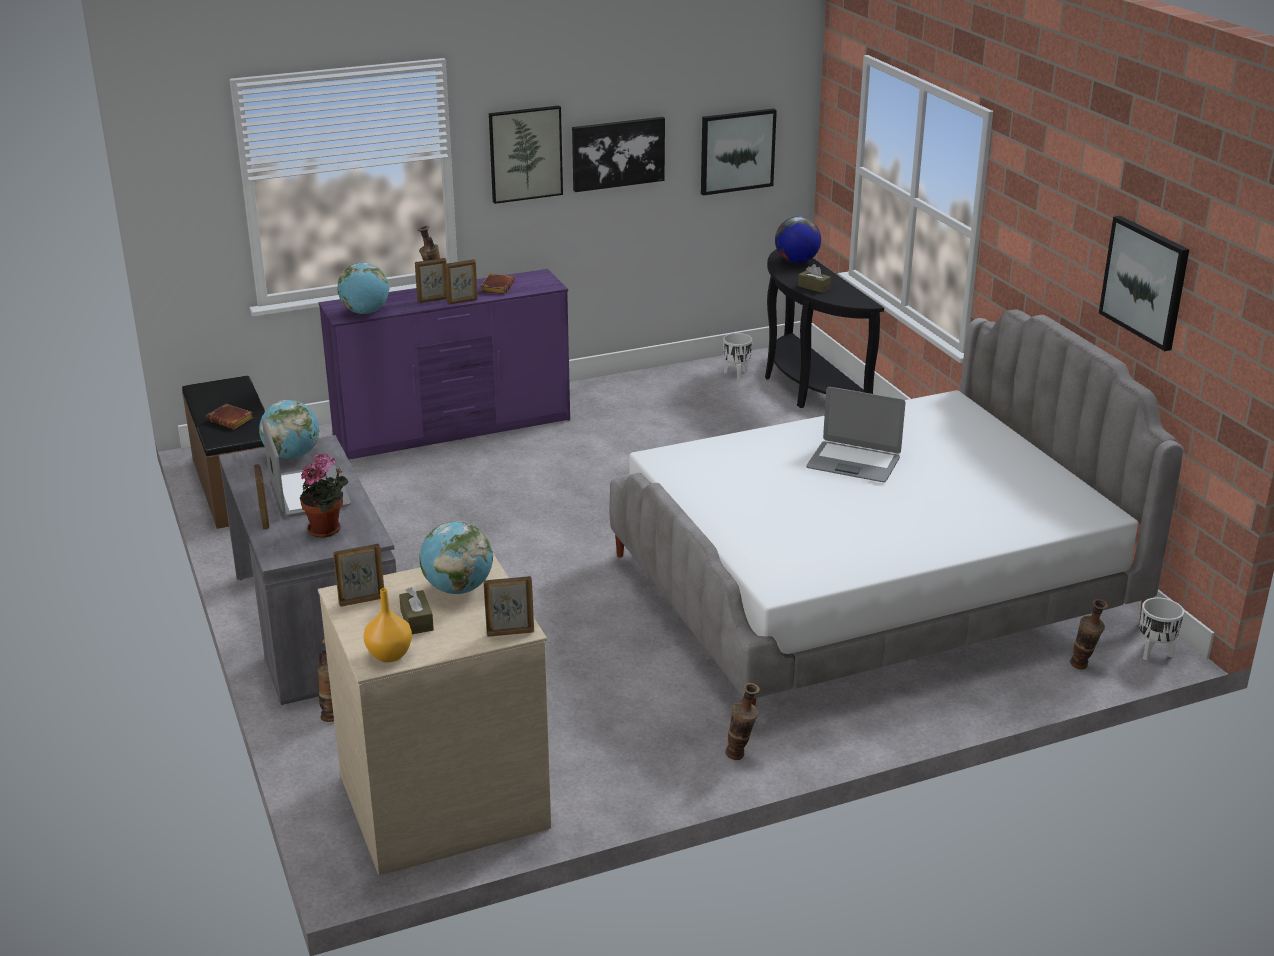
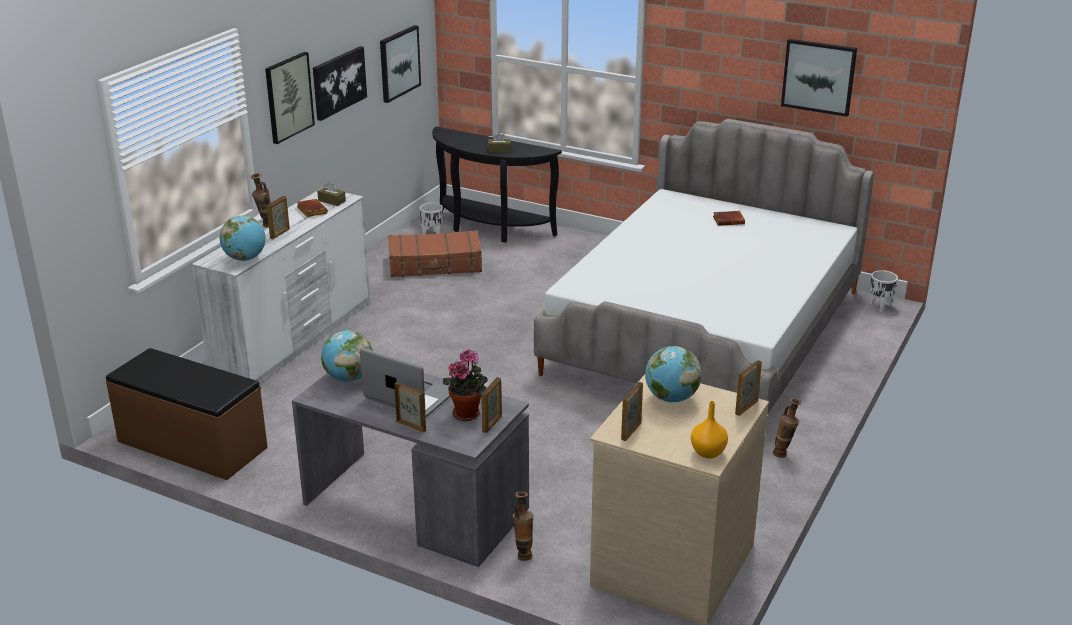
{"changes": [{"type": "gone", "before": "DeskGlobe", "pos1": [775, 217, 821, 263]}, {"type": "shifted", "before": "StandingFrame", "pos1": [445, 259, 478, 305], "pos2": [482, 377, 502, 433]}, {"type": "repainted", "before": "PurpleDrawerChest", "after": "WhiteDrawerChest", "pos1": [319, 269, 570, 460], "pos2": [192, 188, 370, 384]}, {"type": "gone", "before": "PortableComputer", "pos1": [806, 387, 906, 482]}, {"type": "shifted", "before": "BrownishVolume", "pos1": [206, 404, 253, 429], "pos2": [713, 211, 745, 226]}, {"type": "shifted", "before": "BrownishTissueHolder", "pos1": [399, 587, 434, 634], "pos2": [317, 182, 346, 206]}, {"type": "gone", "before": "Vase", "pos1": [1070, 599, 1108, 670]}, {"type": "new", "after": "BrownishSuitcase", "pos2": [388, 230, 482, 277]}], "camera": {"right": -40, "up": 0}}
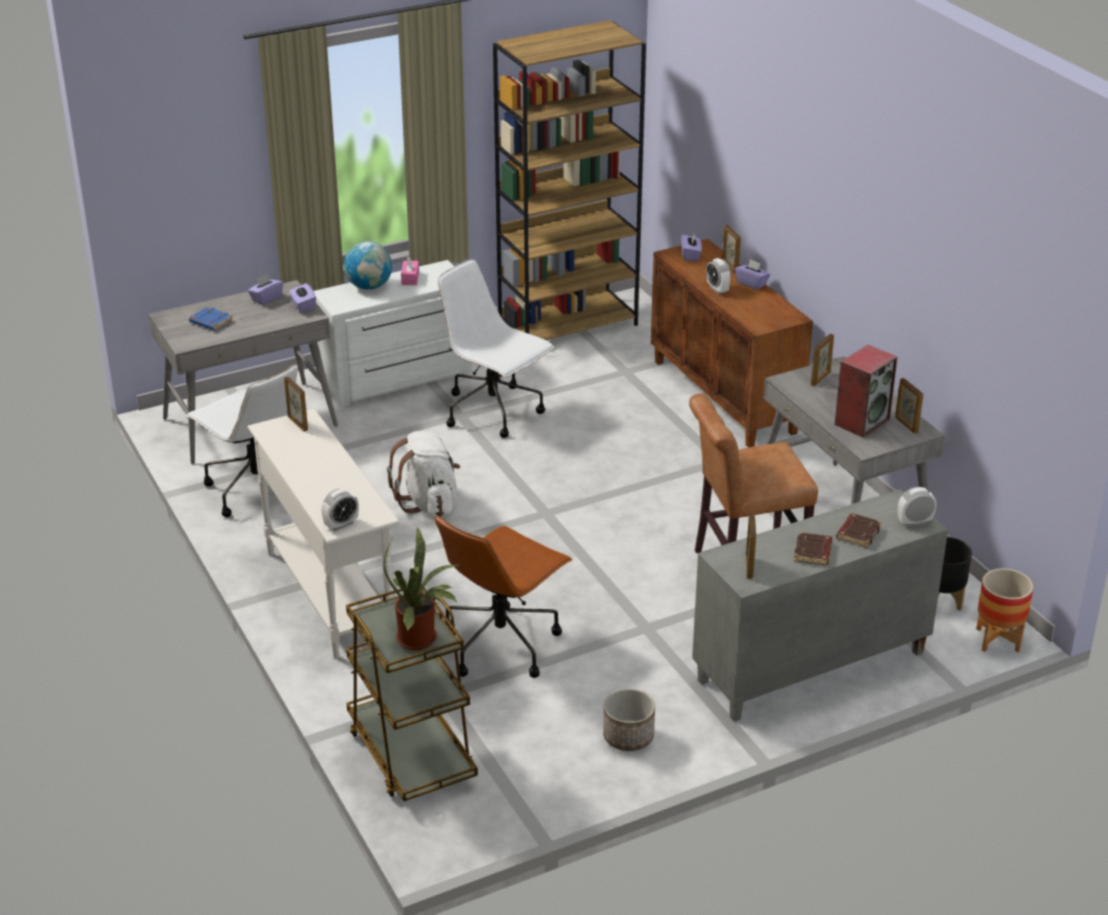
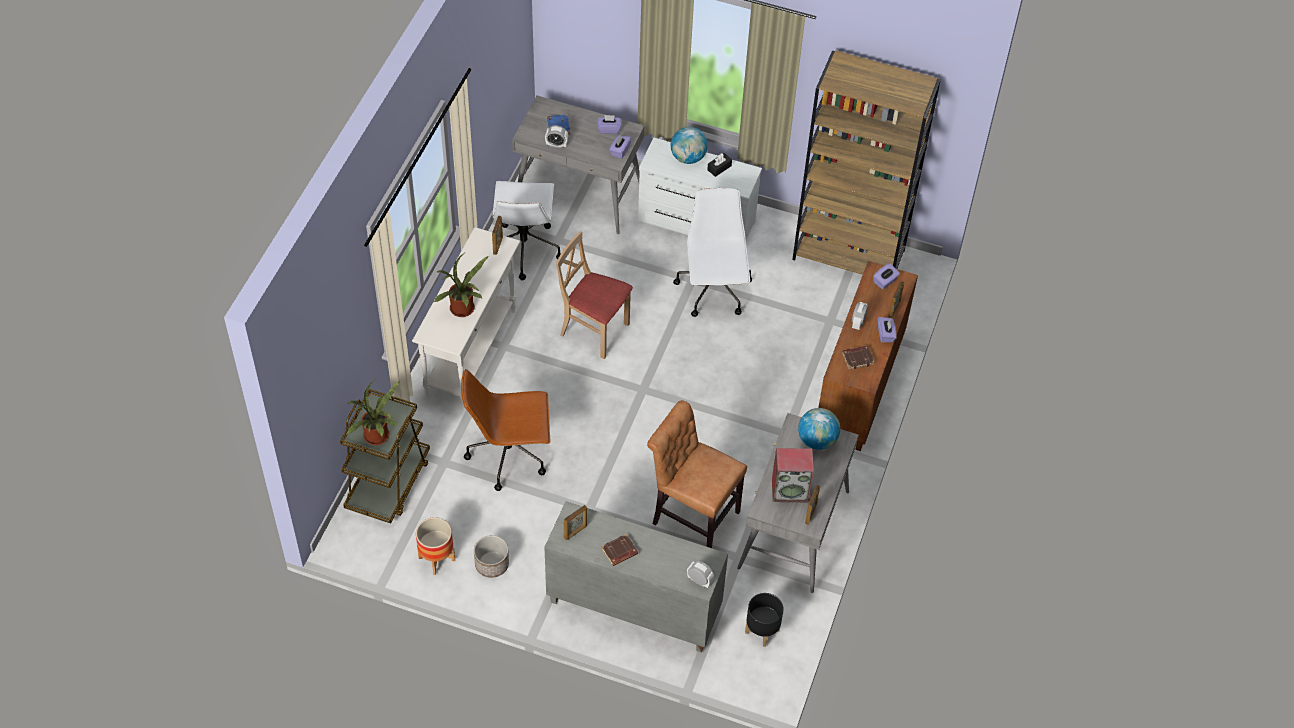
{"changes": [{"type": "repainted", "before": "PinkTissueHolder", "after": "BlackColouredTissueHolder", "pos1": [401, 256, 419, 285], "pos2": [707, 153, 732, 177]}, {"type": "swapped", "before": "StandingFrame", "after": "DeskGlobe", "pos1": [811, 334, 834, 386], "pos2": [798, 408, 840, 450]}, {"type": "swapped", "before": "WhiteRucksack", "after": "BeigeColouredPlainChair", "pos1": [387, 430, 460, 517], "pos2": [556, 231, 633, 359]}, {"type": "shifted", "before": "AlarmClock", "pos1": [322, 489, 359, 531], "pos2": [545, 125, 568, 148]}, {"type": "shifted", "before": "BrownishVolume", "pos1": [836, 513, 882, 548], "pos2": [842, 345, 875, 370]}, {"type": "shifted", "before": "PlantPot", "pos1": [976, 568, 1033, 653], "pos2": [416, 517, 455, 575]}, {"type": "new", "after": "PottedPlant", "pos2": [433, 251, 488, 317]}], "camera": {"right": 45, "up": 20}}
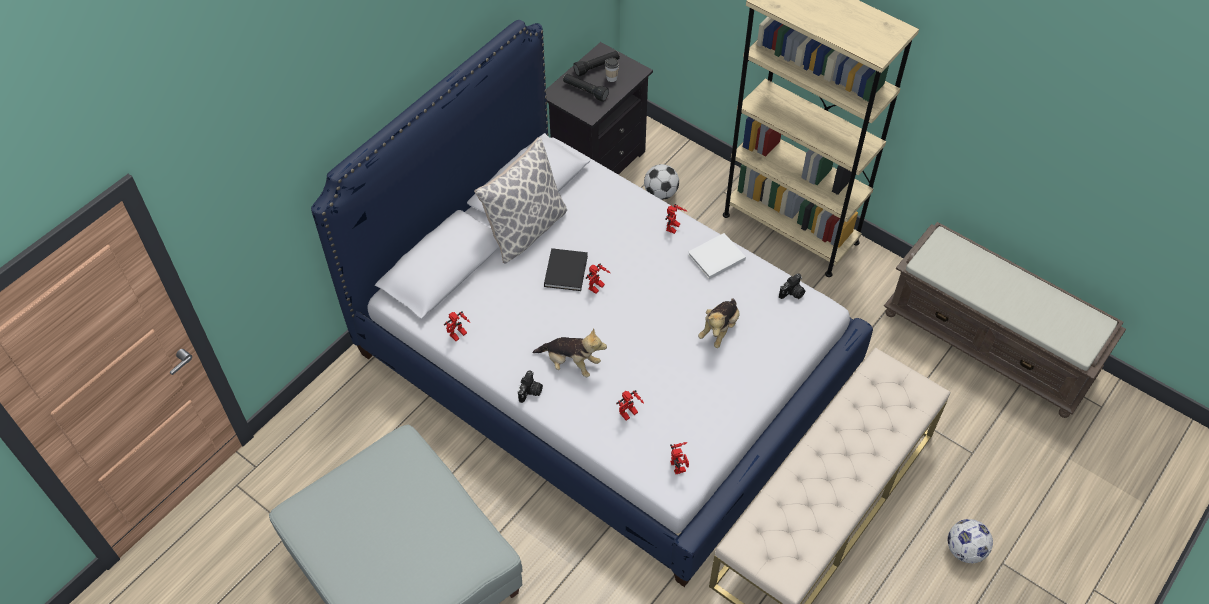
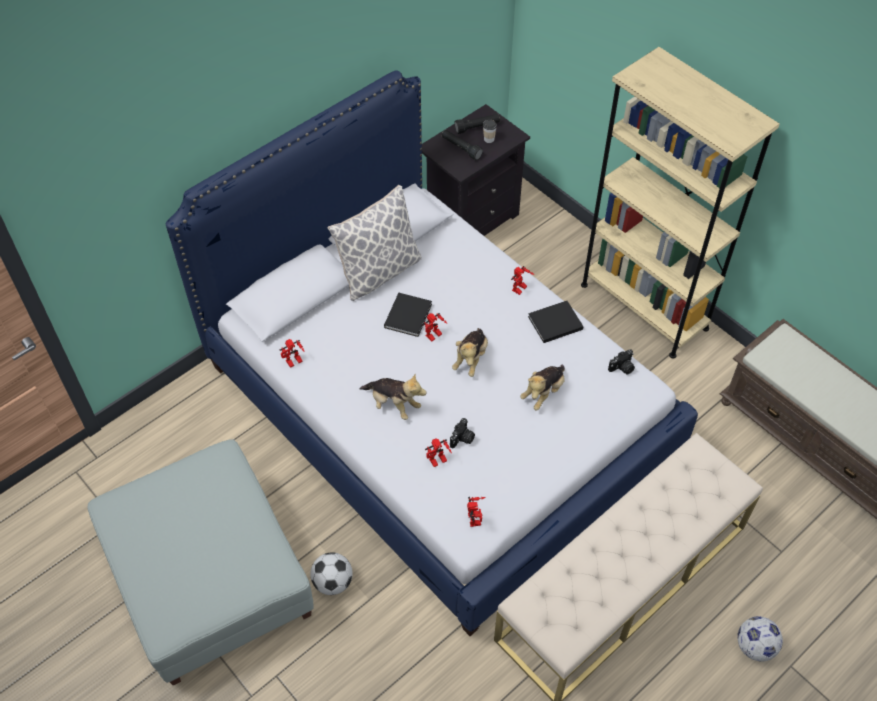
{"changes": [{"type": "shifted", "before": "BallForFootball", "pos1": [644, 164, 679, 200], "pos2": [310, 552, 353, 595]}, {"type": "repainted", "before": "WhiteVolume", "after": "BlackColouredVolume", "pos1": [688, 233, 746, 279], "pos2": [528, 301, 584, 343]}, {"type": "shifted", "before": "PhotoCamera", "pos1": [518, 370, 543, 403], "pos2": [450, 418, 475, 448]}, {"type": "new", "after": "PlushToy", "pos2": [452, 328, 488, 377]}], "camera": {"right": 10, "up": 0}}
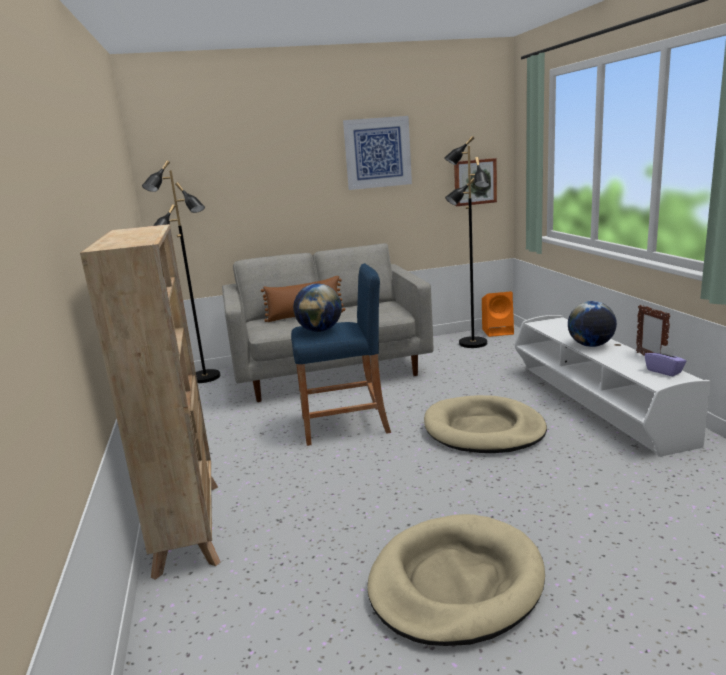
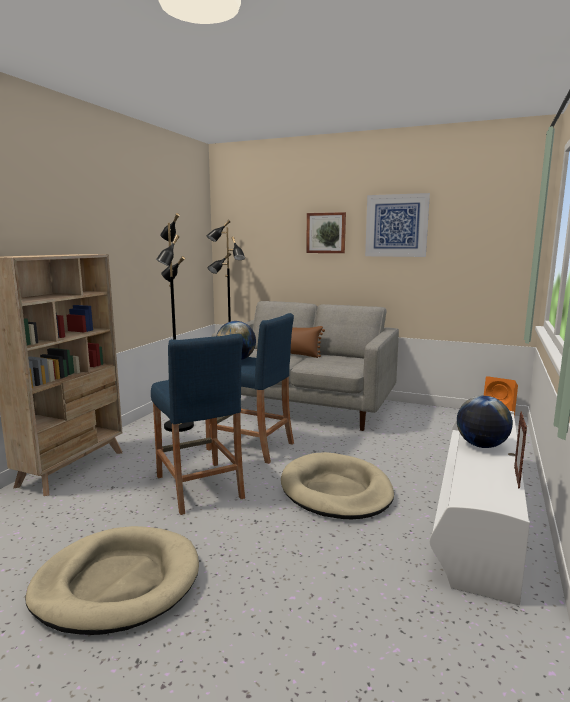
{"changes": [{"type": "shifted", "before": "BlackColouredStandingLamp", "pos1": [444, 136, 489, 348], "pos2": [156, 213, 194, 432]}, {"type": "shifted", "before": "Picture", "pos1": [454, 158, 497, 206], "pos2": [306, 212, 346, 253]}, {"type": "gone", "before": "PurpleTissueHolder", "pos1": [645, 345, 687, 376]}, {"type": "new", "after": "BlueStool", "pos2": [151, 334, 245, 515]}], "camera": {"right": 35, "up": -5}}
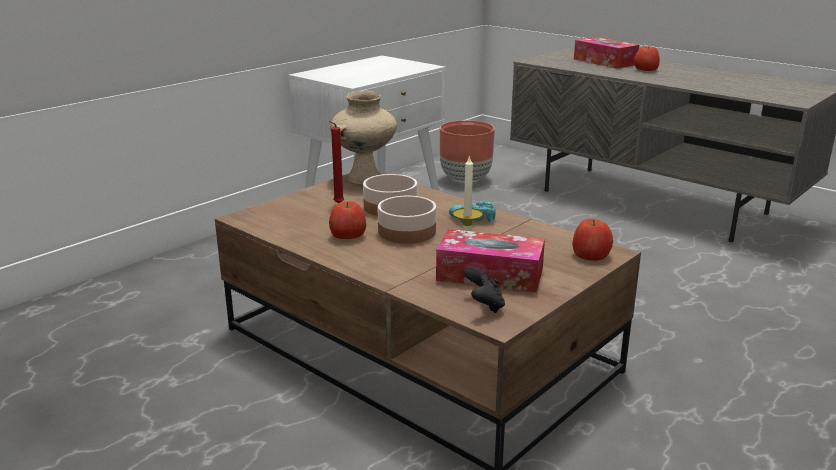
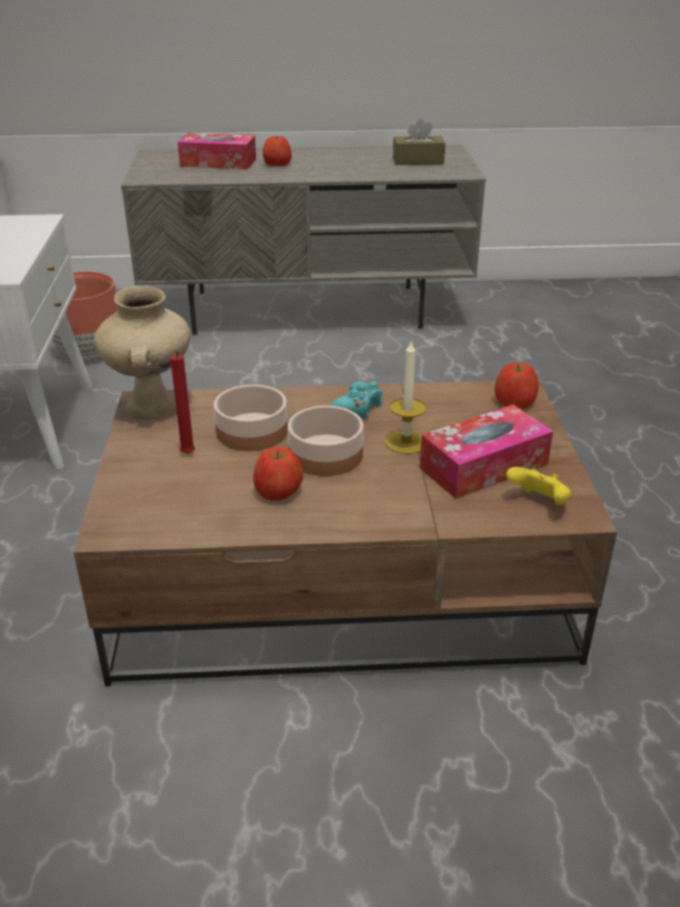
{"changes": [{"type": "repainted", "before": "BlackColouredGamepad", "after": "YellowishGamepad", "pos1": [464, 267, 505, 313], "pos2": [506, 467, 571, 505]}, {"type": "new", "after": "BrownishTissueHolder", "pos2": [393, 118, 445, 165]}], "camera": {"right": -45, "up": 10}}
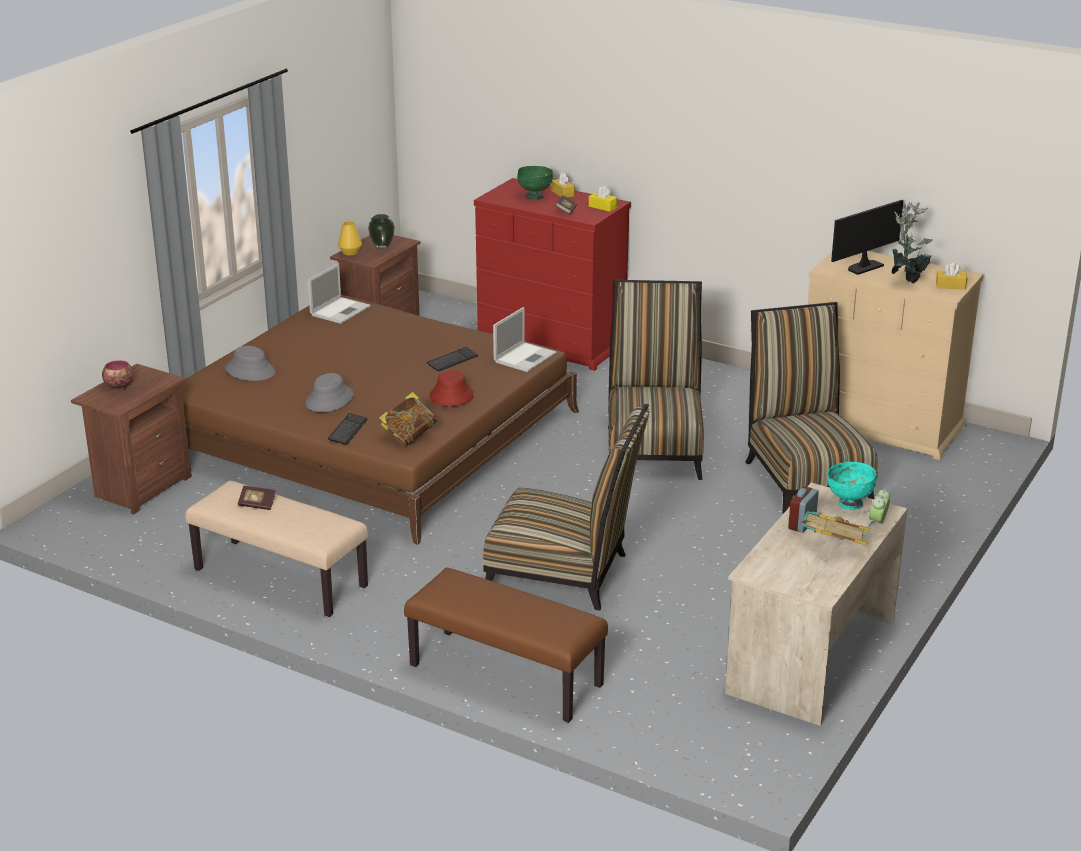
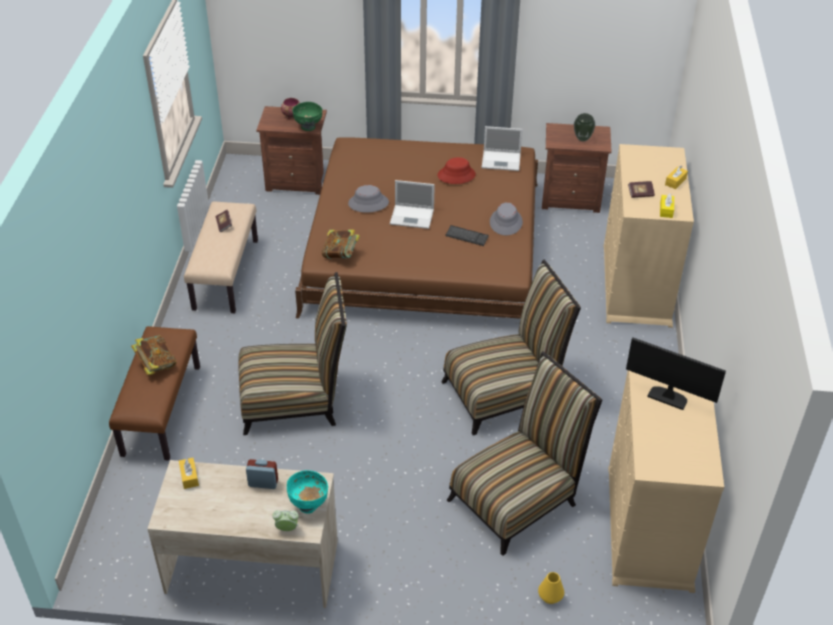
{"changes": [{"type": "shifted", "before": "GreenBowl", "pos1": [517, 166, 553, 199], "pos2": [292, 102, 322, 131]}, {"type": "repainted", "before": "RedColouredDrawerChest", "after": "BeigeColouredDrawerChest", "pos1": [474, 178, 631, 371], "pos2": [604, 144, 694, 328]}, {"type": "gone", "before": "PottedPlant", "pos1": [891, 202, 933, 283]}, {"type": "shifted", "before": "YellowishVase", "pos1": [338, 221, 362, 255], "pos2": [538, 572, 564, 604]}, {"type": "shifted", "before": "YellowishTissueHolder", "pos1": [936, 263, 967, 290], "pos2": [179, 458, 199, 489]}, {"type": "shifted", "before": "PortableComputer", "pos1": [493, 307, 556, 372], "pos2": [390, 180, 435, 229]}, {"type": "shifted", "before": "GrayClothingHat", "pos1": [225, 346, 276, 381], "pos2": [490, 202, 523, 235]}, {"type": "shifted", "before": "RedColouredClothingHat", "pos1": [430, 370, 474, 407], "pos2": [437, 157, 476, 184]}, {"type": "rotated", "before": "PlainChair", "pos1": [483, 404, 650, 611], "pos2": [238, 272, 347, 435], "turn": -90}, {"type": "gone", "before": "Keyboard", "pos1": [328, 413, 368, 445]}, {"type": "shifted", "before": "Volume", "pos1": [801, 511, 871, 546], "pos2": [131, 335, 176, 375]}], "camera": {"right": 65, "up": 15}}
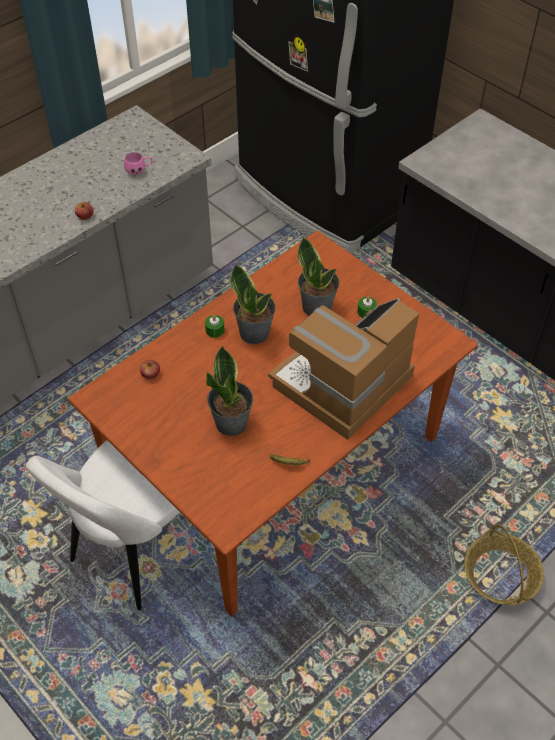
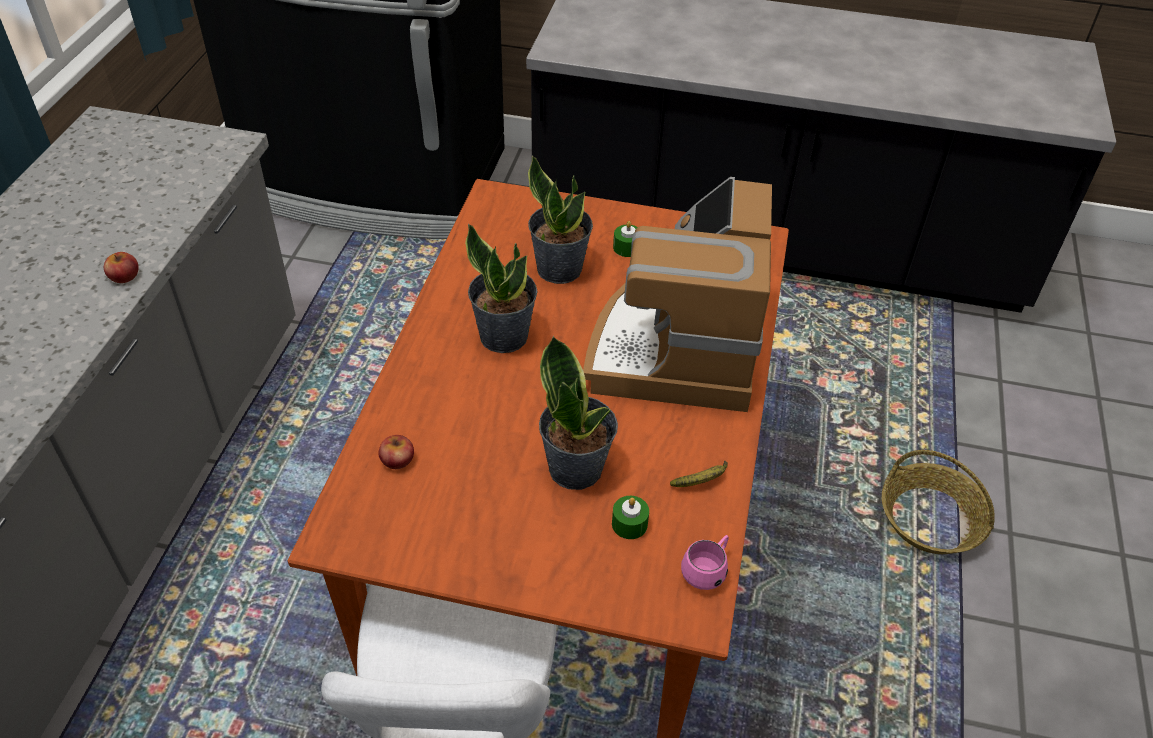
{"changes": [{"type": "shifted", "before": "PinkMug", "pos1": [124, 152, 152, 175], "pos2": [681, 535, 729, 590]}, {"type": "shifted", "before": "GreenCandle", "pos1": [205, 315, 225, 338], "pos2": [612, 496, 649, 539]}], "camera": {"right": -35, "up": -5}}
